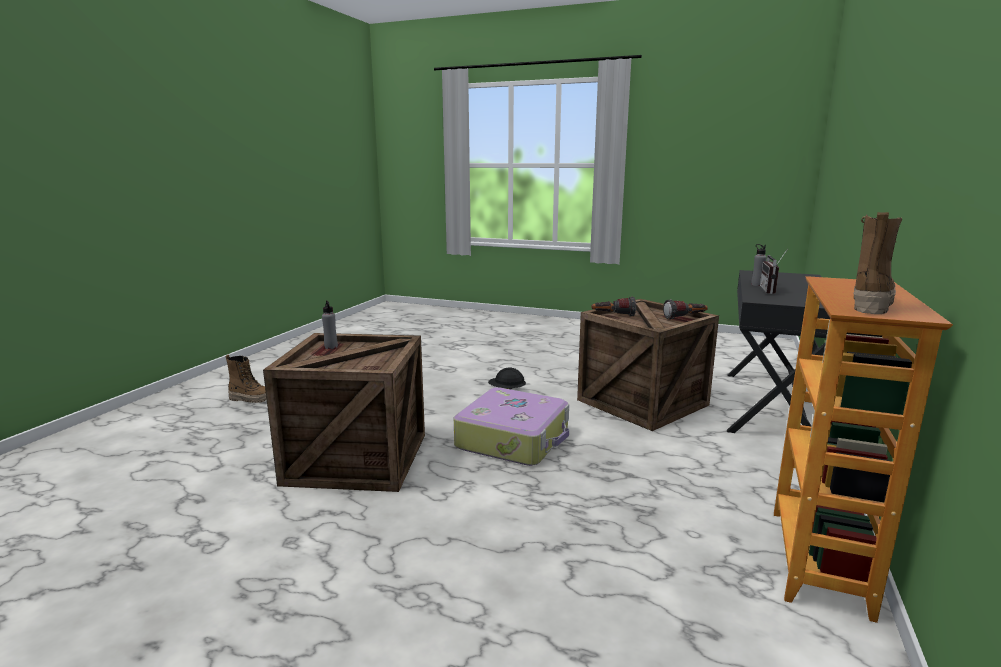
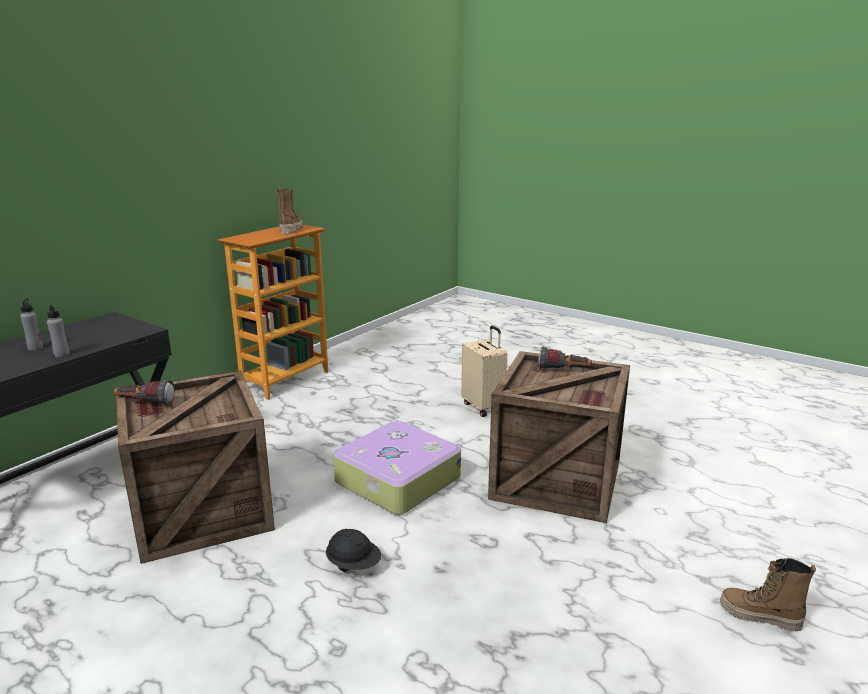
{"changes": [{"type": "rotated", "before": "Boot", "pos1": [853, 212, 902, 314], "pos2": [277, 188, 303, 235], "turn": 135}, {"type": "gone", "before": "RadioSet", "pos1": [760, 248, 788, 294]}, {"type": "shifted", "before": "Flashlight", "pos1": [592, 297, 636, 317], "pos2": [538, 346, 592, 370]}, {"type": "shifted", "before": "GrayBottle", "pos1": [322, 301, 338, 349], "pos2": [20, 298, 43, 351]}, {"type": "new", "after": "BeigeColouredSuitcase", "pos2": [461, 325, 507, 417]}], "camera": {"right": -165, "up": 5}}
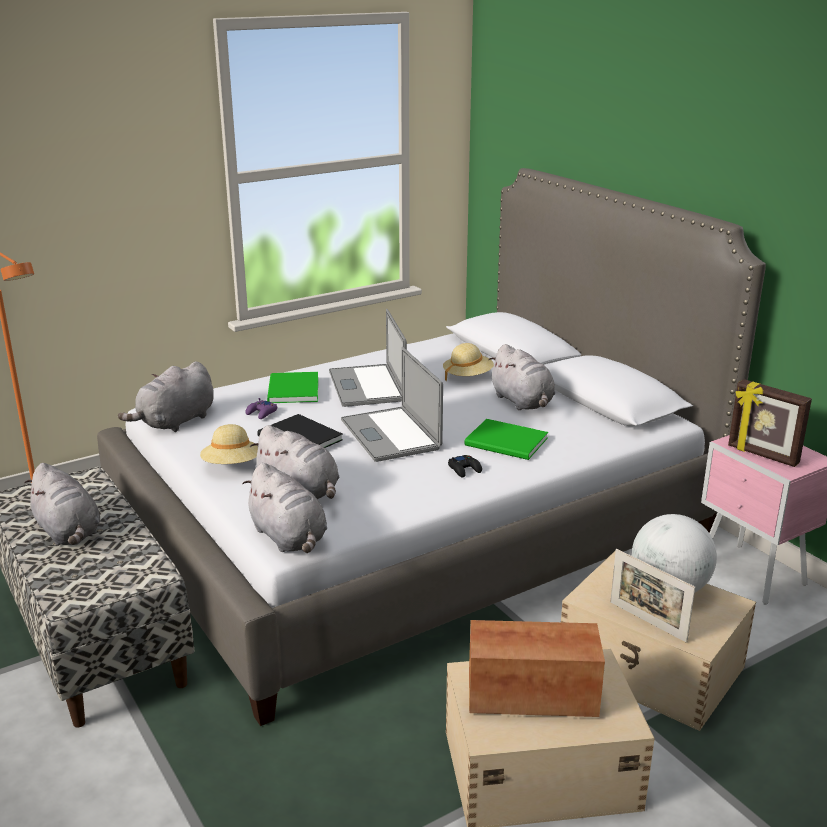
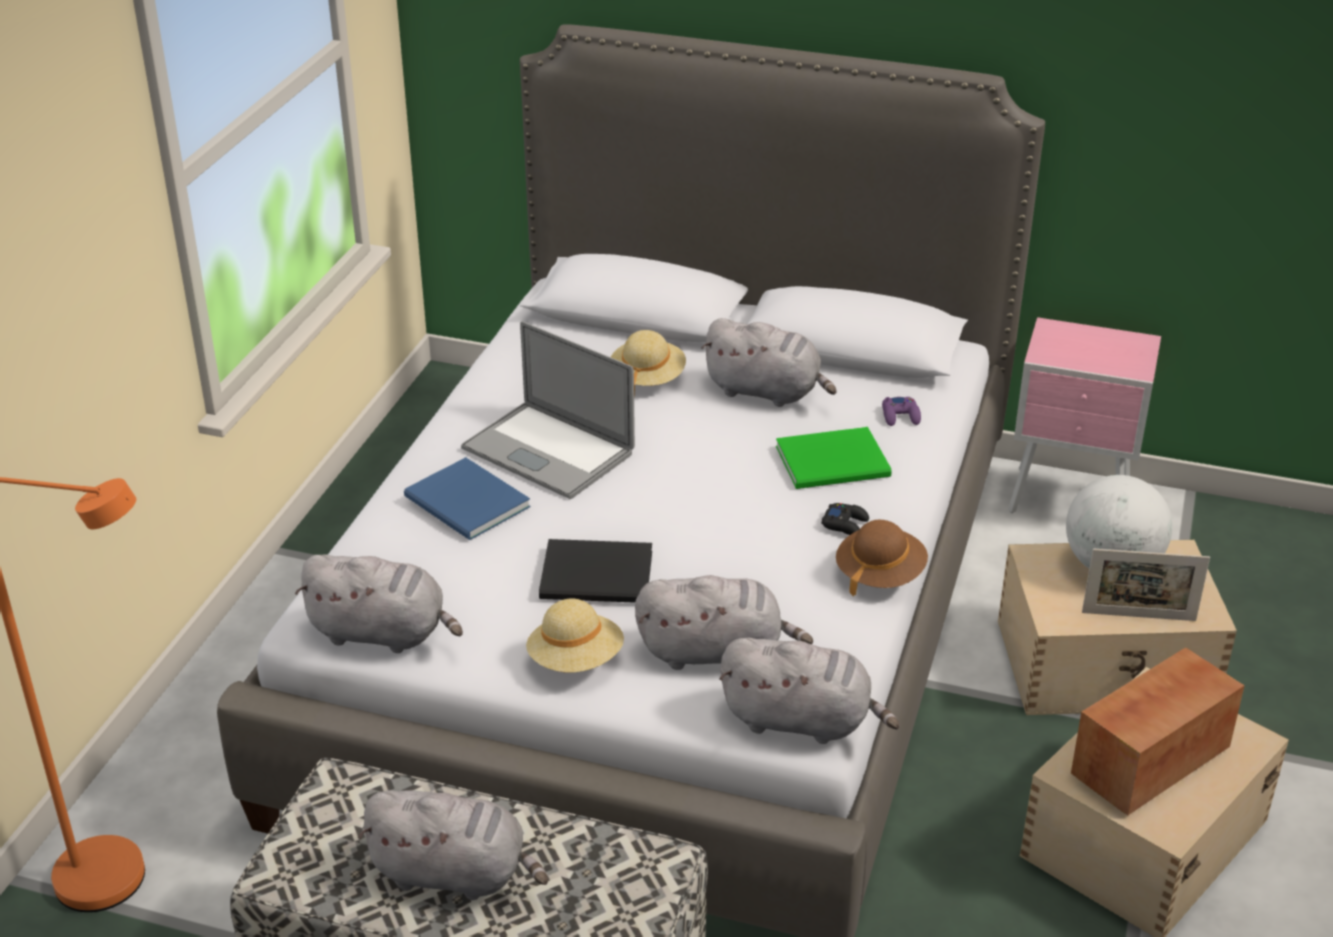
{"changes": [{"type": "gone", "before": "PortableComputer", "pos1": [341, 347, 443, 462]}, {"type": "rotated", "before": "GrayPlushToy", "pos1": [118, 362, 214, 432], "pos2": [295, 554, 463, 653], "turn": -75}, {"type": "repainted", "before": "GreenVolume", "after": "BlueVolume", "pos1": [267, 372, 318, 403], "pos2": [404, 457, 530, 540]}, {"type": "gone", "before": "StandingFrame", "pos1": [728, 379, 812, 467]}, {"type": "shifted", "before": "PurpleGamepad", "pos1": [245, 398, 277, 419], "pos2": [882, 397, 921, 426]}, {"type": "new", "after": "BrownishClothingHat", "pos2": [836, 520, 928, 597]}], "camera": {"right": -40, "up": 10}}
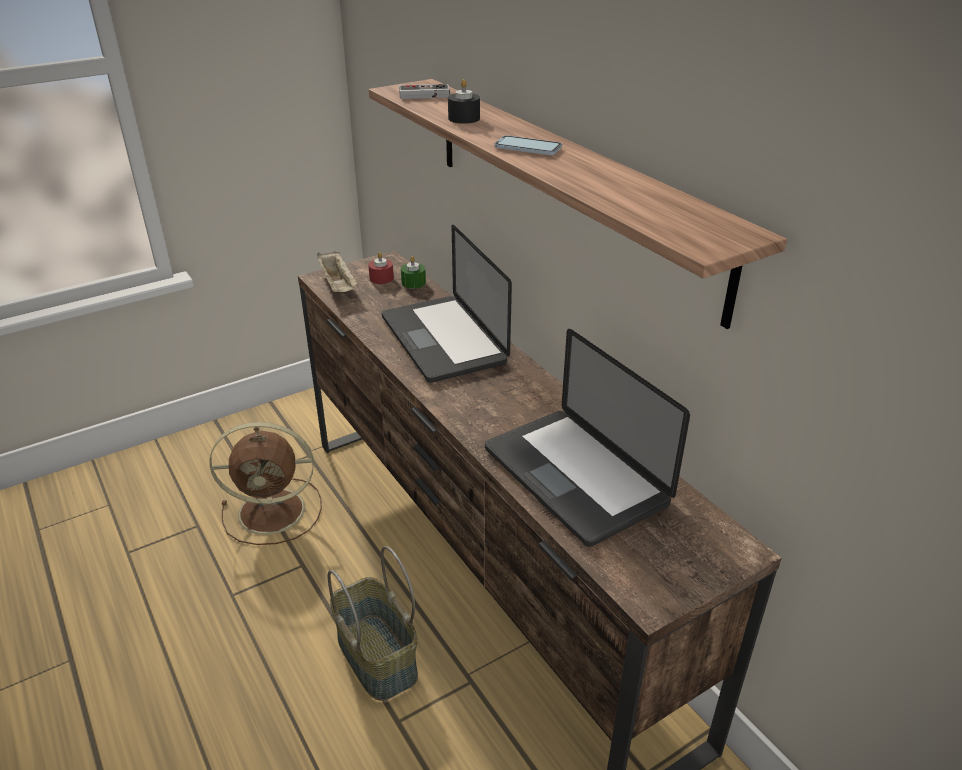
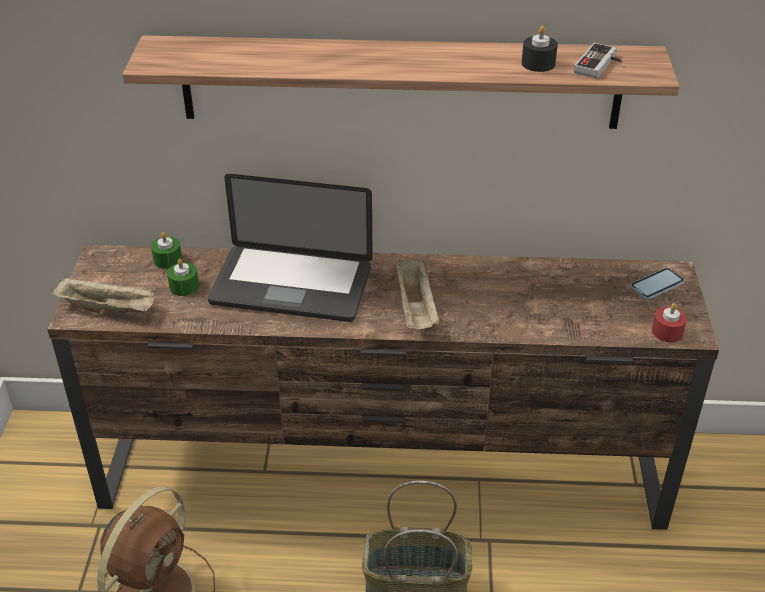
{"changes": [{"type": "shifted", "before": "BlackColouredCandle", "pos1": [448, 79, 480, 124], "pos2": [522, 26, 558, 72]}, {"type": "shifted", "before": "Gamepad", "pos1": [399, 84, 450, 99], "pos2": [574, 43, 622, 79]}, {"type": "shifted", "before": "Handset", "pos1": [495, 135, 562, 155], "pos2": [630, 268, 684, 300]}, {"type": "shifted", "before": "RedColouredCandle", "pos1": [368, 252, 394, 284], "pos2": [652, 303, 687, 342]}, {"type": "gone", "before": "PortableComputer", "pos1": [485, 329, 690, 547]}, {"type": "new", "after": "GreenCandle", "pos2": [167, 259, 199, 296]}, {"type": "new", "after": "BeigeColouredServingTray", "pos2": [397, 259, 439, 329]}], "camera": {"right": -55, "up": 5}}
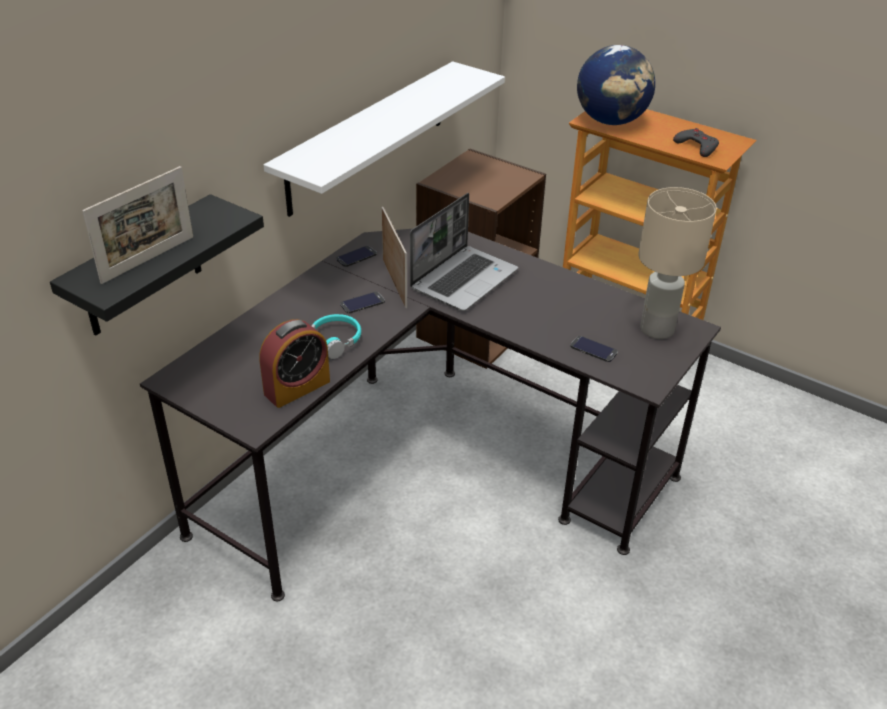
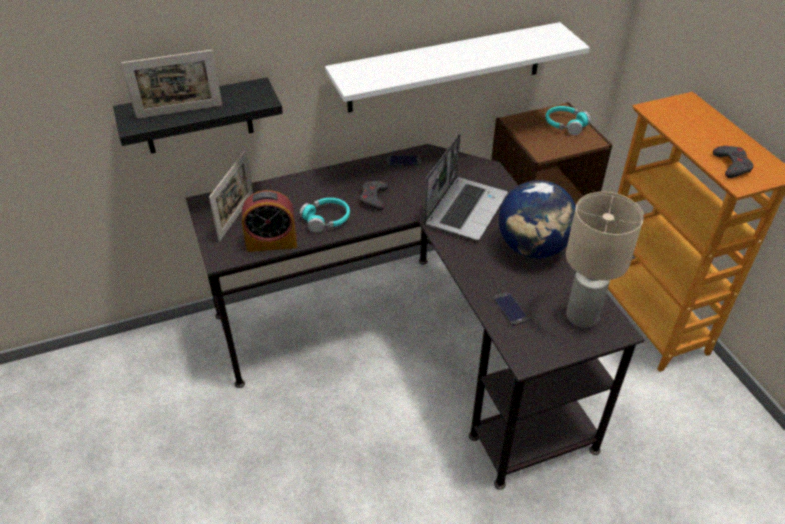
{"changes": [{"type": "shifted", "before": "DeskGlobe", "pos1": [577, 45, 655, 125], "pos2": [499, 180, 576, 258]}, {"type": "rotated", "before": "PortableComputer", "pos1": [410, 193, 518, 311], "pos2": [424, 134, 508, 241], "turn": -45}, {"type": "shifted", "before": "StandingFrame", "pos1": [382, 207, 407, 308], "pos2": [209, 150, 253, 242]}, {"type": "swapped", "before": "Handset", "after": "GrayGamepad", "pos1": [340, 292, 385, 313], "pos2": [360, 181, 388, 211]}, {"type": "new", "after": "BlueGreenPairOfHeadphones", "pos2": [546, 106, 591, 135]}], "camera": {"right": 35, "up": 5}}
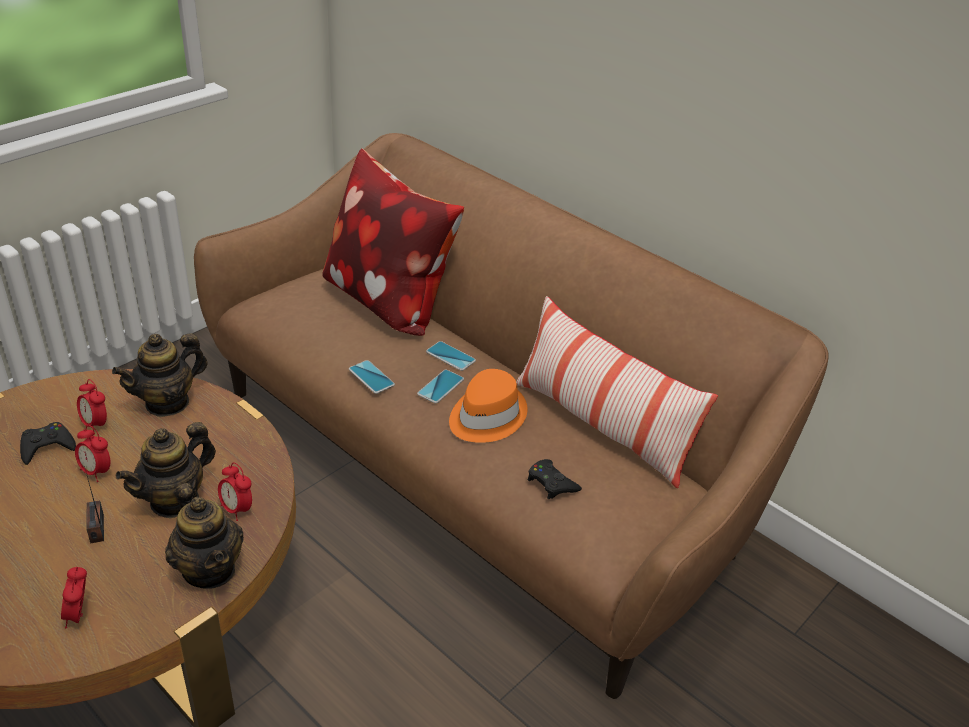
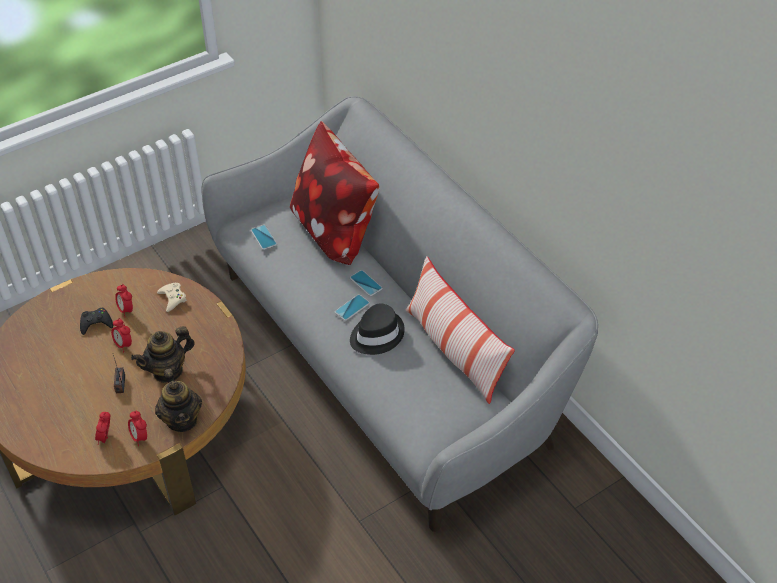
{"changes": [{"type": "repainted", "before": "BrownishSettee", "after": "GraySettee", "pos1": [194, 133, 829, 699], "pos2": [201, 96, 598, 532]}, {"type": "swapped", "before": "Teapot", "after": "BeigeColouredGamepad", "pos1": [112, 333, 208, 417], "pos2": [157, 283, 187, 312]}, {"type": "shifted", "before": "Handset", "pos1": [349, 360, 395, 394], "pos2": [251, 225, 277, 250]}, {"type": "repainted", "before": "OrangeColouredClothingHat", "after": "BlackColouredClothingHat", "pos1": [449, 369, 528, 443], "pos2": [350, 303, 405, 355]}, {"type": "gone", "before": "BlackColouredGamepad", "pos1": [528, 459, 582, 499]}, {"type": "shifted", "before": "AlarmClock", "pos1": [218, 462, 252, 521], "pos2": [128, 411, 147, 446]}], "camera": {"right": 15, "up": 10}}
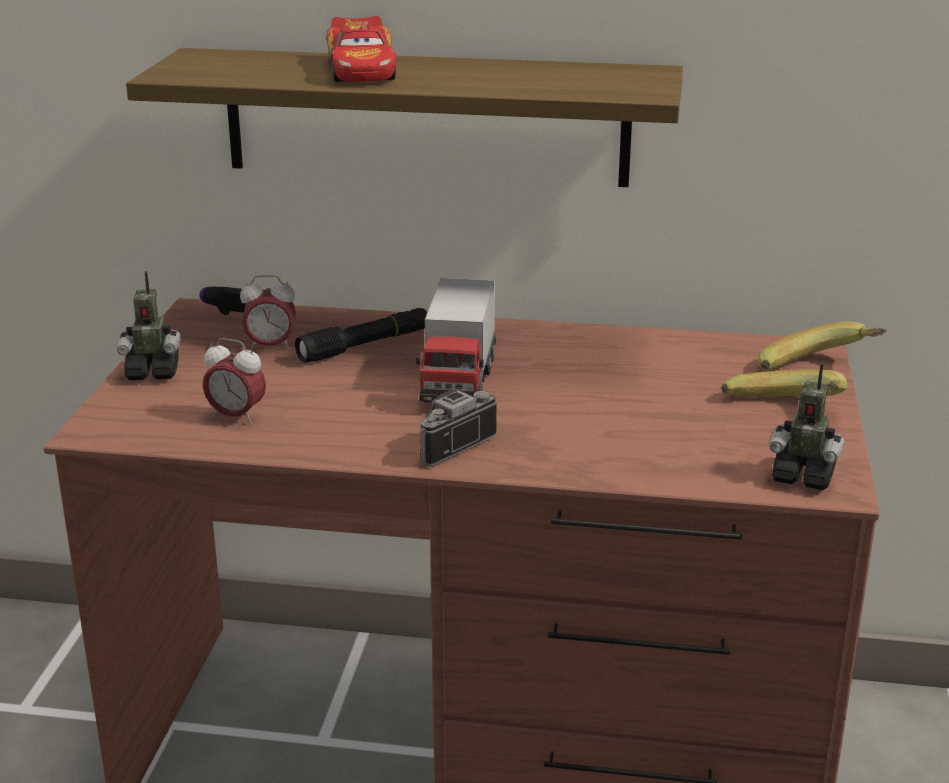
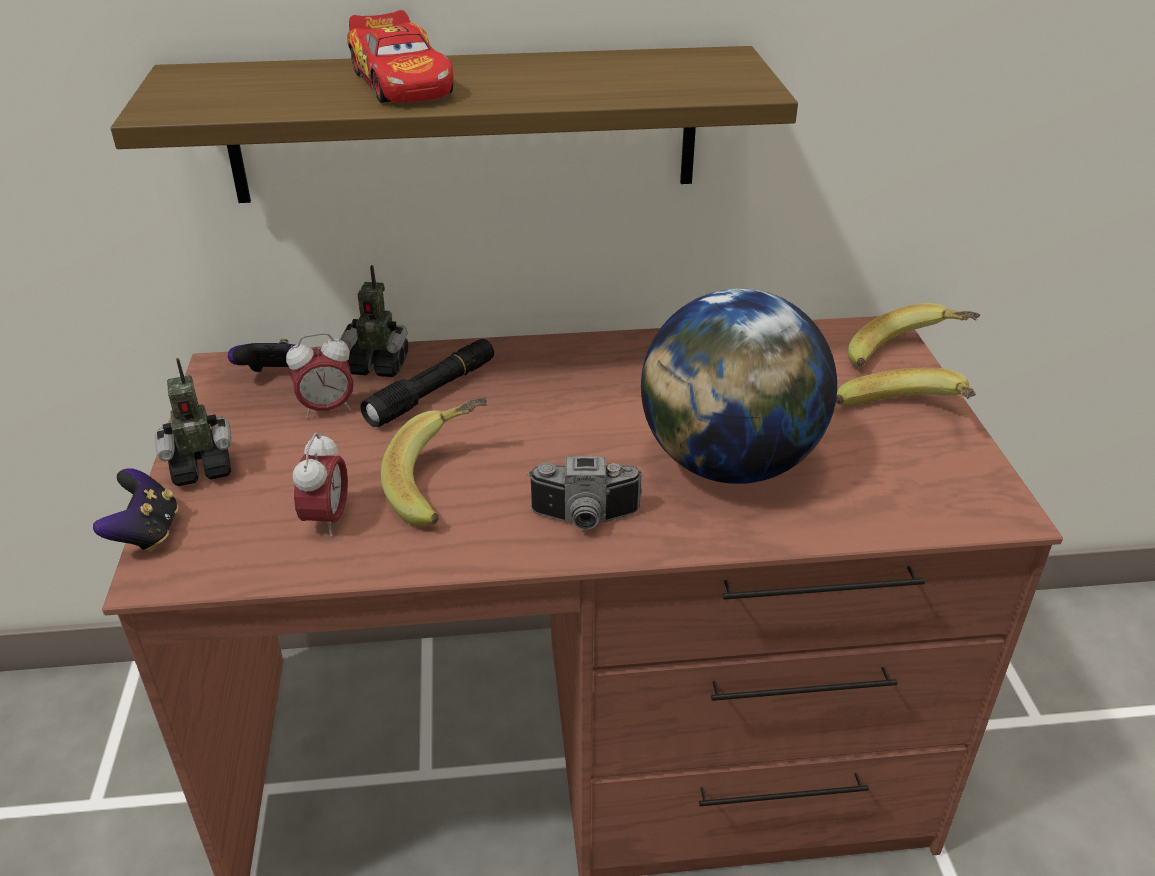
{"changes": [{"type": "gone", "before": "ModelTruck", "pos1": [416, 279, 496, 402]}, {"type": "rotated", "before": "AlarmClock", "pos1": [202, 338, 266, 424], "pos2": [293, 432, 348, 537], "turn": -90}, {"type": "shifted", "before": "ToyRobot", "pos1": [769, 363, 845, 490], "pos2": [341, 265, 408, 377]}, {"type": "rotated", "before": "PhotoCamera", "pos1": [420, 390, 497, 467], "pos2": [527, 456, 644, 530], "turn": -120}, {"type": "new", "after": "DeskGlobe", "pos2": [641, 288, 837, 484]}, {"type": "new", "after": "WholeBanana", "pos2": [381, 397, 487, 526]}, {"type": "new", "after": "Gamepad", "pos2": [93, 468, 178, 552]}], "camera": {"right": -15, "up": 10}}
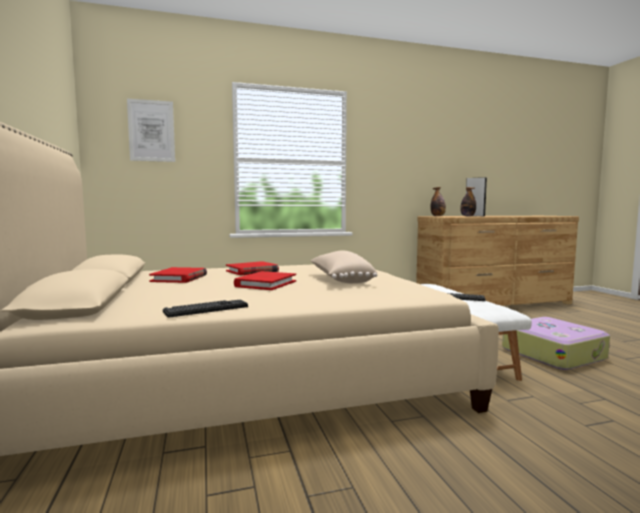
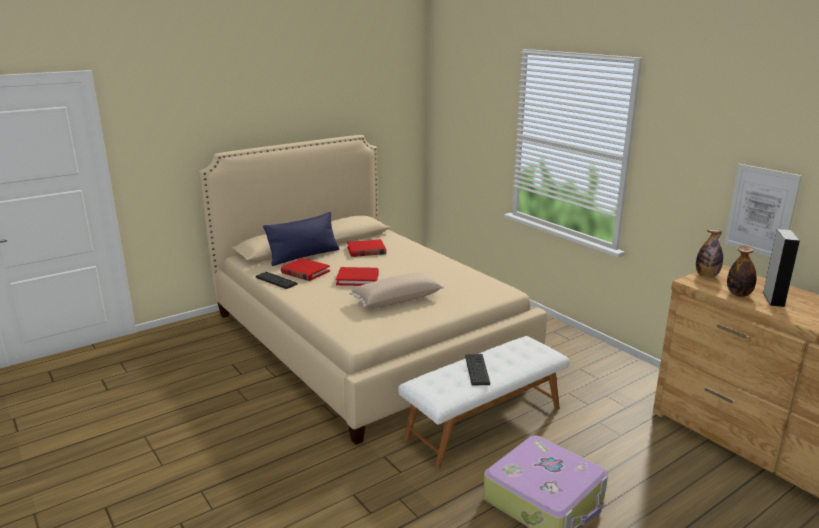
{"changes": [{"type": "shifted", "before": "Picture", "pos1": [127, 99, 175, 162], "pos2": [724, 164, 802, 257]}, {"type": "shifted", "before": "RedColouredVolume", "pos1": [226, 261, 279, 275], "pos2": [281, 258, 330, 281]}, {"type": "new", "after": "BlueCushion", "pos2": [263, 212, 339, 266]}], "camera": {"right": 70, "up": 15}}
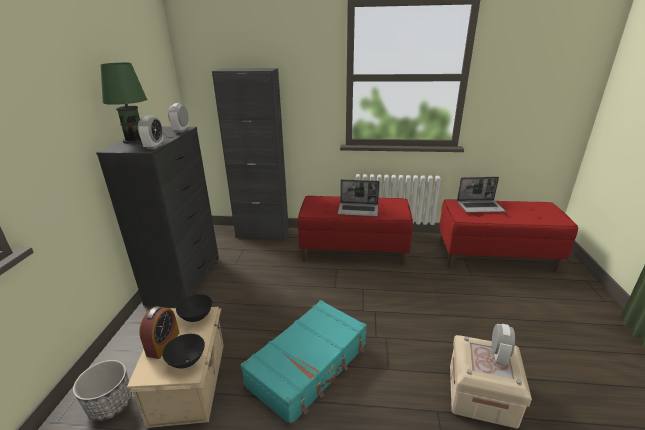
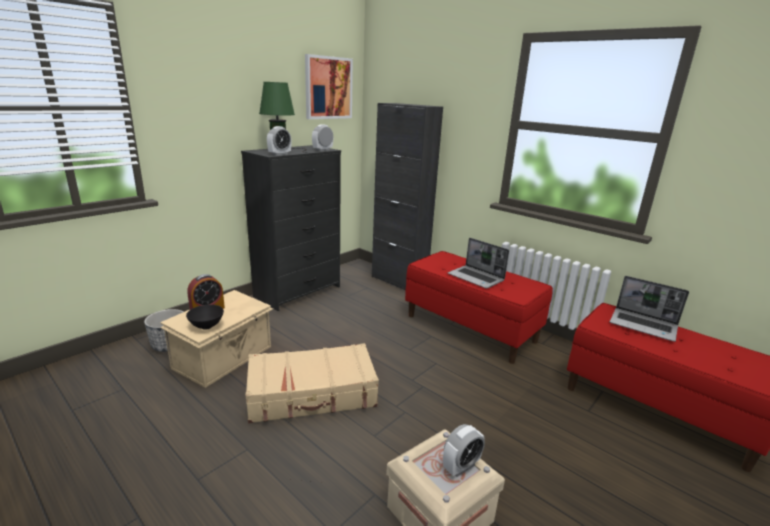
{"changes": [{"type": "gone", "before": "BlackColouredBowl", "pos1": [176, 294, 212, 322]}, {"type": "repainted", "before": "BlueGreenSuitcase", "after": "BeigeColouredSuitcase", "pos1": [241, 300, 367, 426], "pos2": [245, 343, 379, 423]}, {"type": "new", "after": "Picture", "pos2": [305, 54, 353, 119]}], "camera": {"right": 35, "up": -5}}
